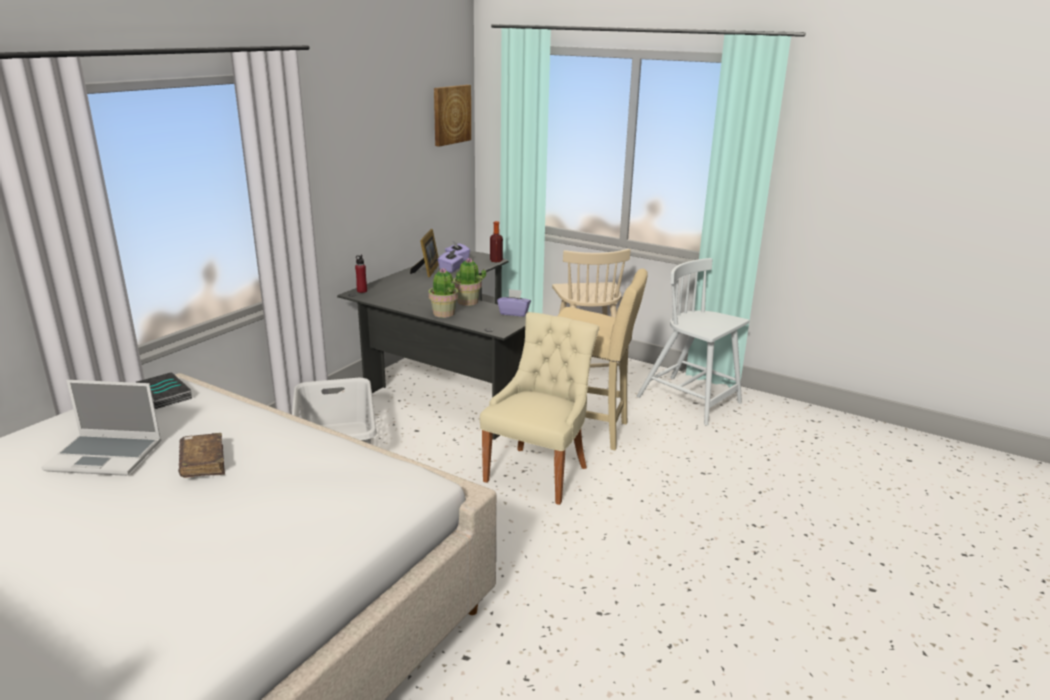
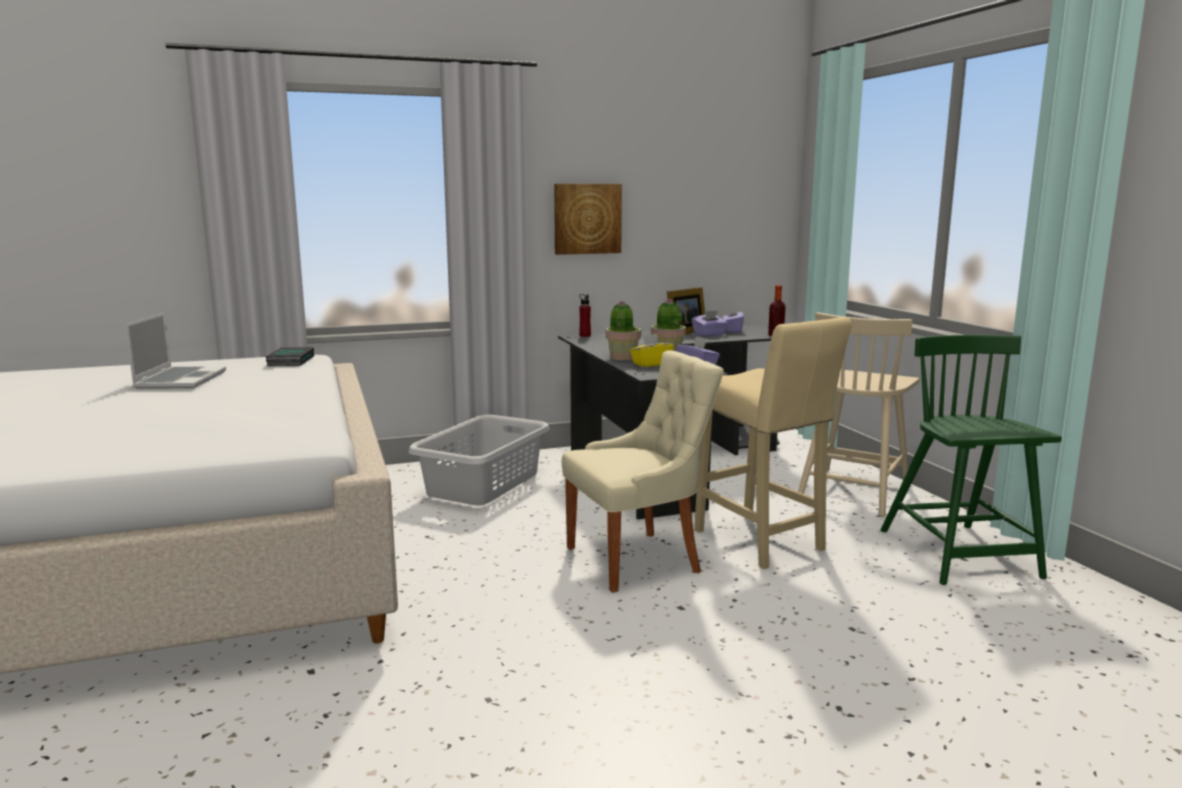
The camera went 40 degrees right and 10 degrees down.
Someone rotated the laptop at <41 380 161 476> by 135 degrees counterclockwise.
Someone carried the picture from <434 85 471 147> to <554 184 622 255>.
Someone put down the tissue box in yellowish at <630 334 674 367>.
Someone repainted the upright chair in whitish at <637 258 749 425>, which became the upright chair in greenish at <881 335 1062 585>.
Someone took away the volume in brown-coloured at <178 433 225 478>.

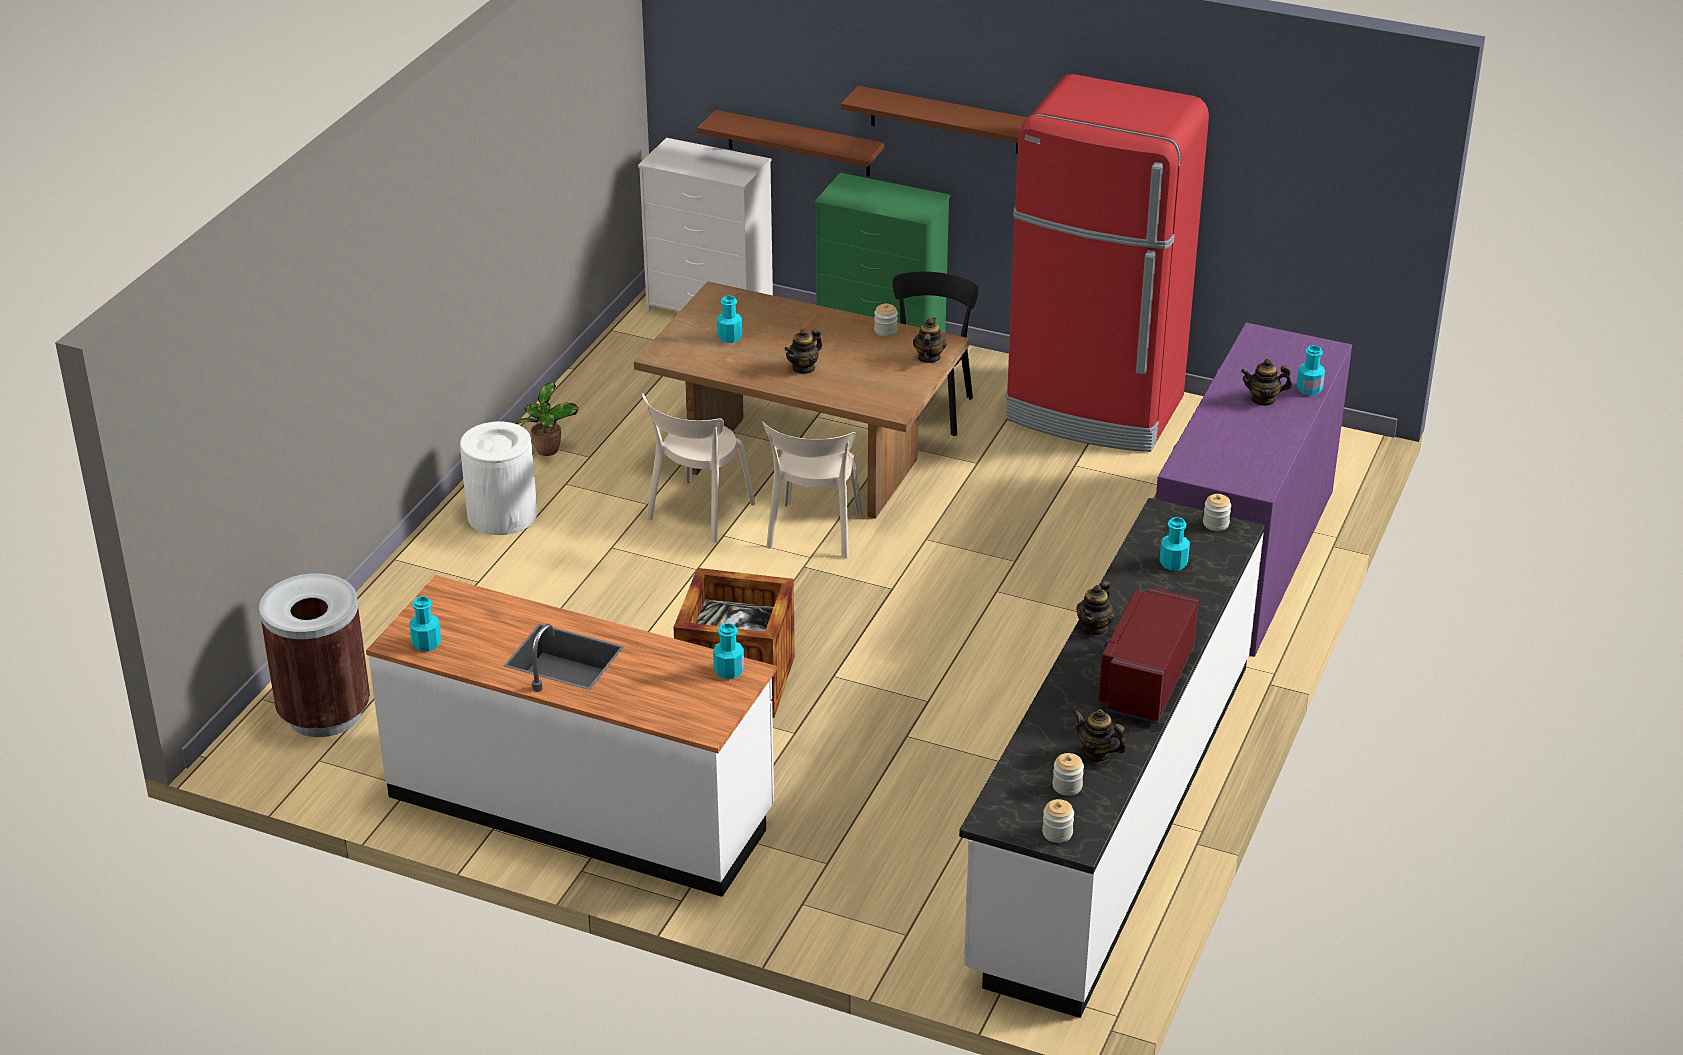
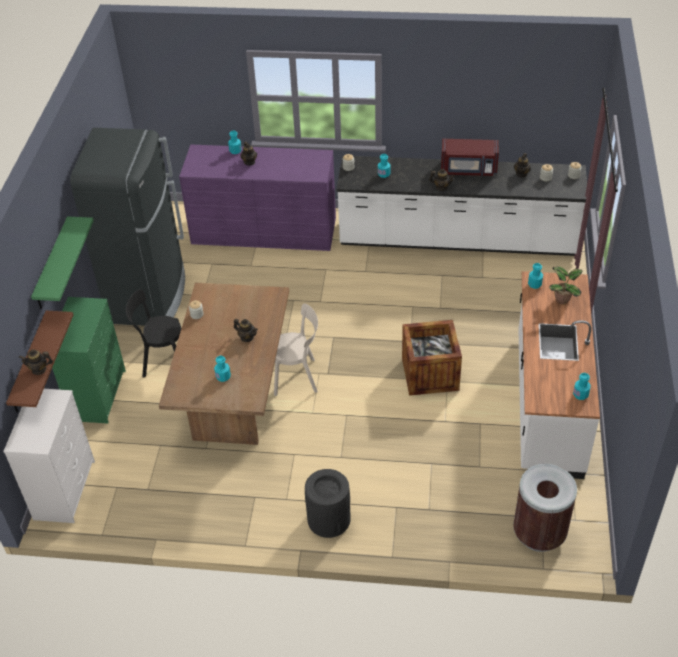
The camera went 105 degrees left and 10 degrees up.
Someone carried the pot for tea from <913 317 947 363> to <19 349 53 375>.
Someone repainted the wall shelf in brown-coloured at <841 86 1027 154>, which became the wall shelf in greenish at <31 216 94 309>.
Someone repainted the refrigerator in red-coloured at <1005 74 1209 452>, which became the refrigerator in black-coloured at <70 128 185 326>.
Someone repainted the rubbish bin in whitish at <460 421 537 535>, which became the rubbish bin in black-coloured at <305 469 351 538>.
Someone carried the houseplant from <512 382 579 456> to <549 266 583 304>.
Someone took away the upright chair in beige-coloured at <642 394 755 543>.

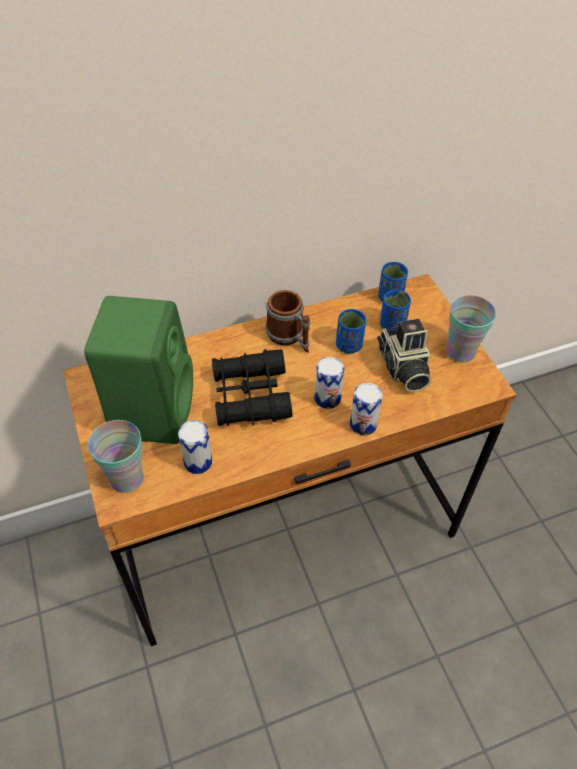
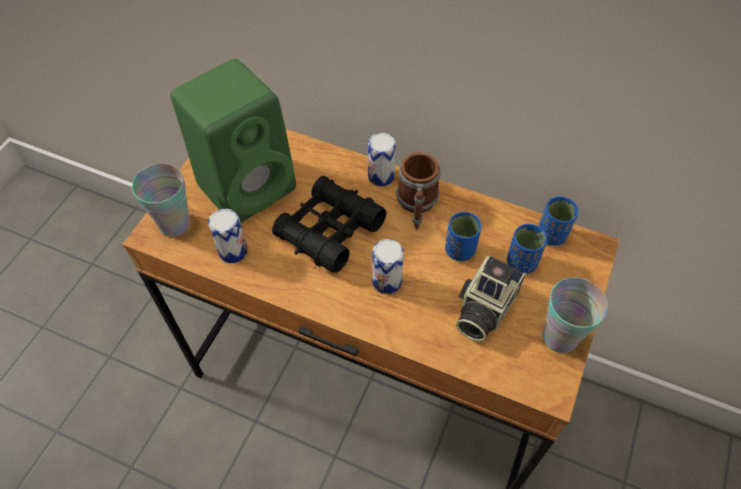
The camera went 45 degrees right and 5 degrees up.
Someone carried the sealed can from <350 383 383 435> to <368 133 396 187>.

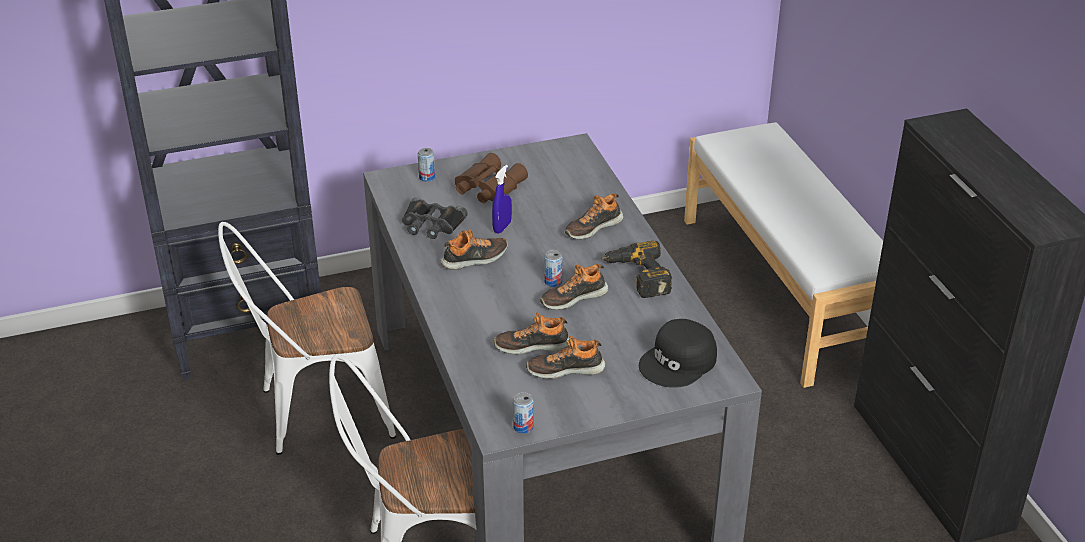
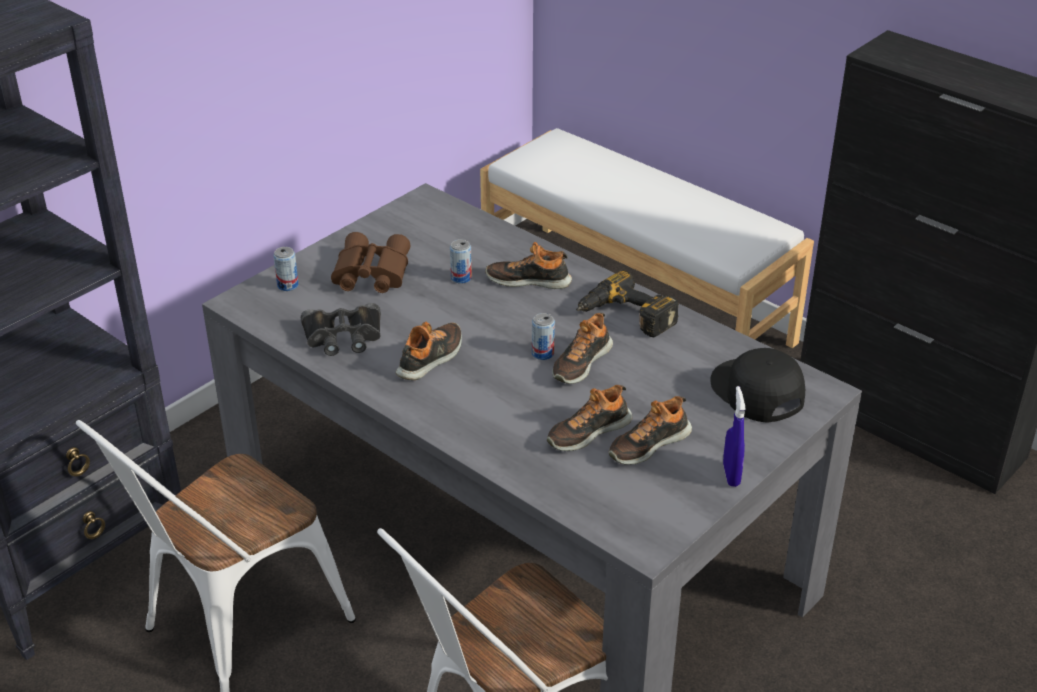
The camera went 30 degrees left and 0 degrees up.
Someone carried the sealed can from <513 392 534 434> to <450 239 472 284>.
Someone rotated the item of footwear at <565 193 624 239> by 75 degrees clockwise.
Someone rotated the baseball cap in black-coloured at <639 319 717 388> by 135 degrees clockwise.
Someone carried the spray bottle in bluish from <492 165 512 234> to <723 386 746 487>.

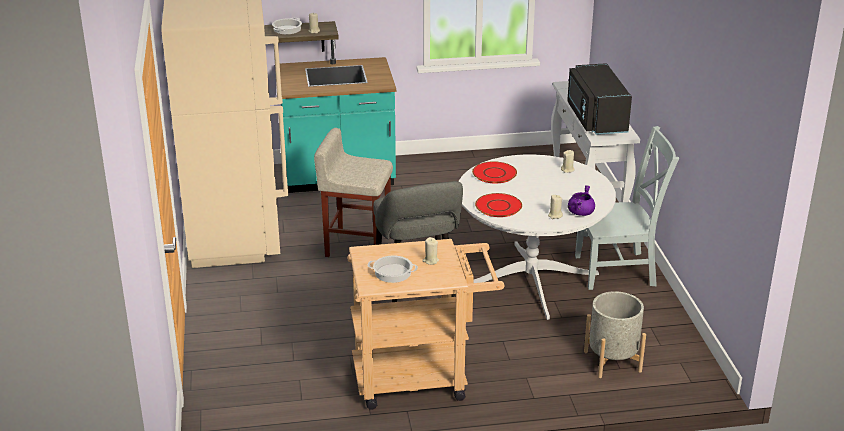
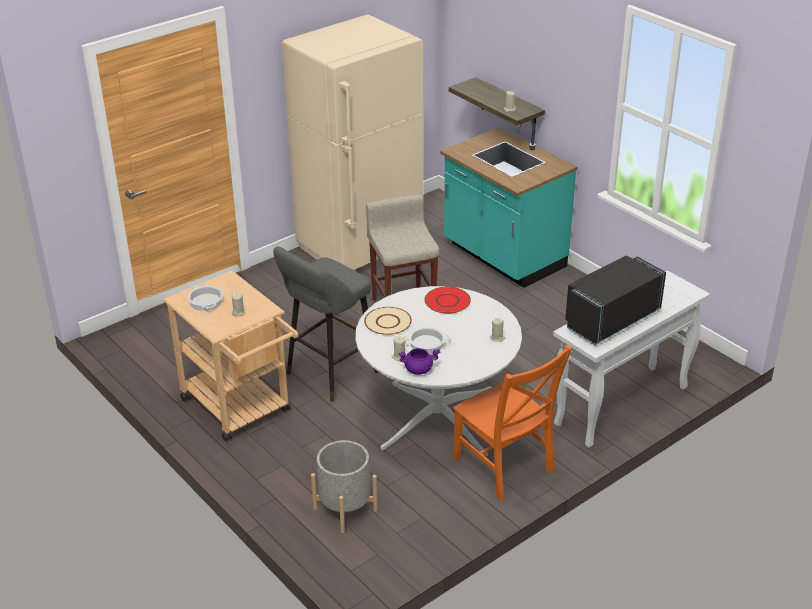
The camera went 60 degrees right and 5 degrees up.
Someone repainted the dinner plate in red-coloured at <475 193 522 217>, which became the dinner plate in beige-coloured at <364 307 412 335>.
Someone carried the cooking pot from <272 18 302 34> to <404 327 450 354>.
Someone repainted the upright chair in grey at <575 126 679 290>, which became the upright chair in orange-coloured at <453 345 573 501>.

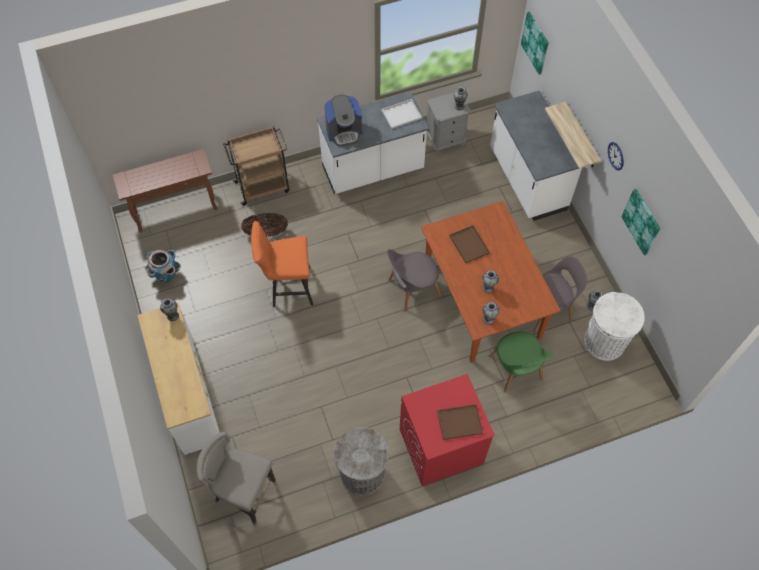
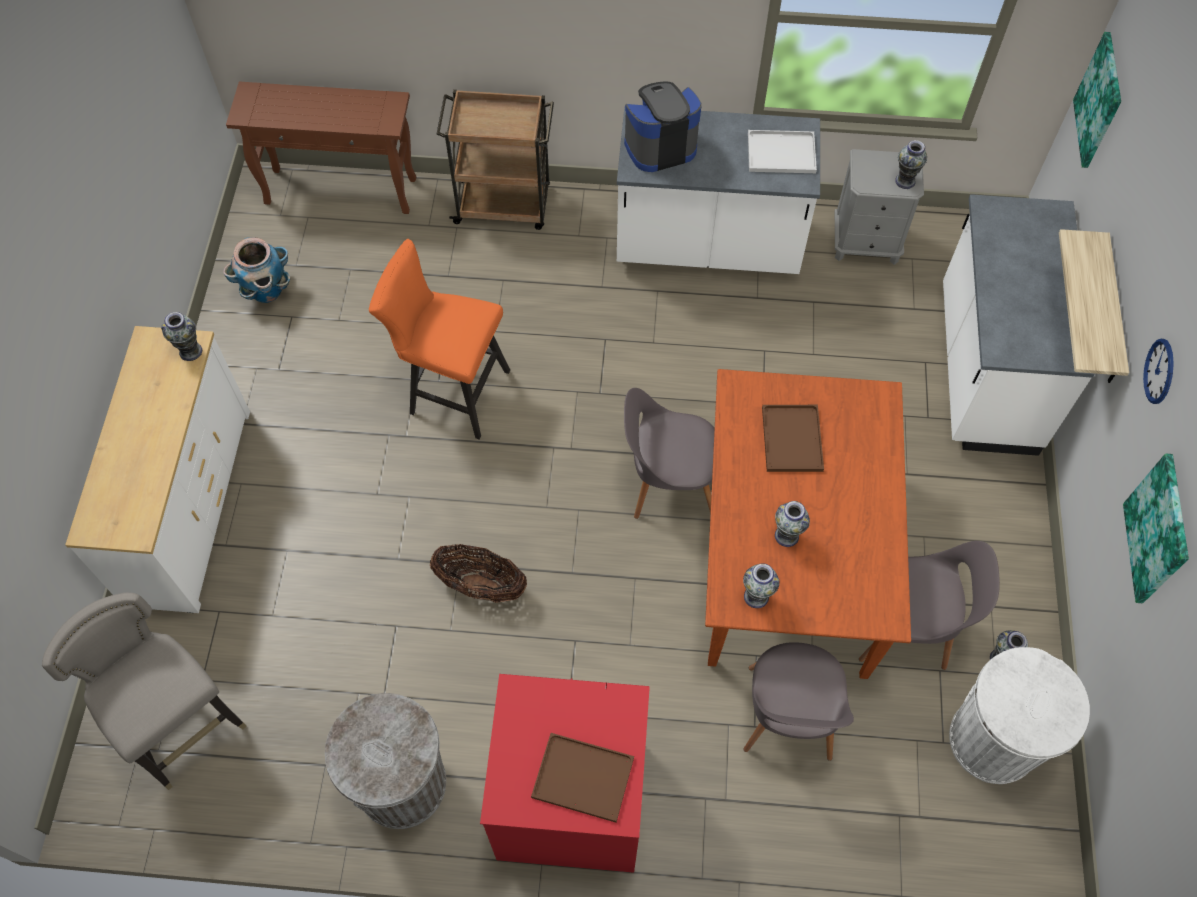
The camera went 25 degrees right and 0 degrees up.
Someone carried the household basket from <241 213 288 237> to <430 544 527 603>.
Someone rotated the coffee brewer at <324 95 362 146> by 150 degrees clockwise.
Someone repainted the upright chair in greenish at <489 331 553 393>, which became the upright chair in grey at <744 642 854 761>.

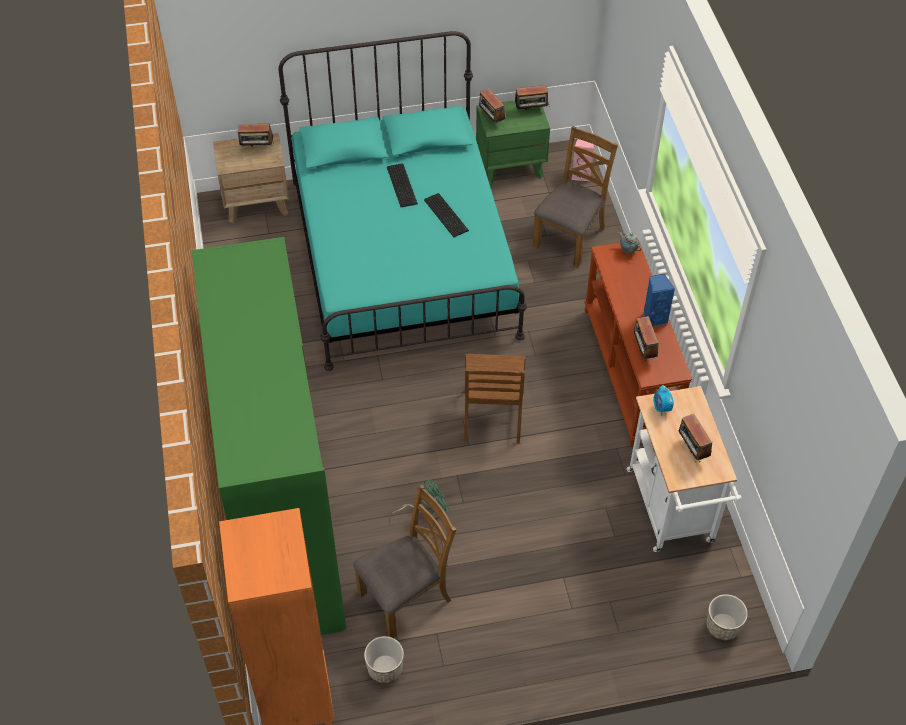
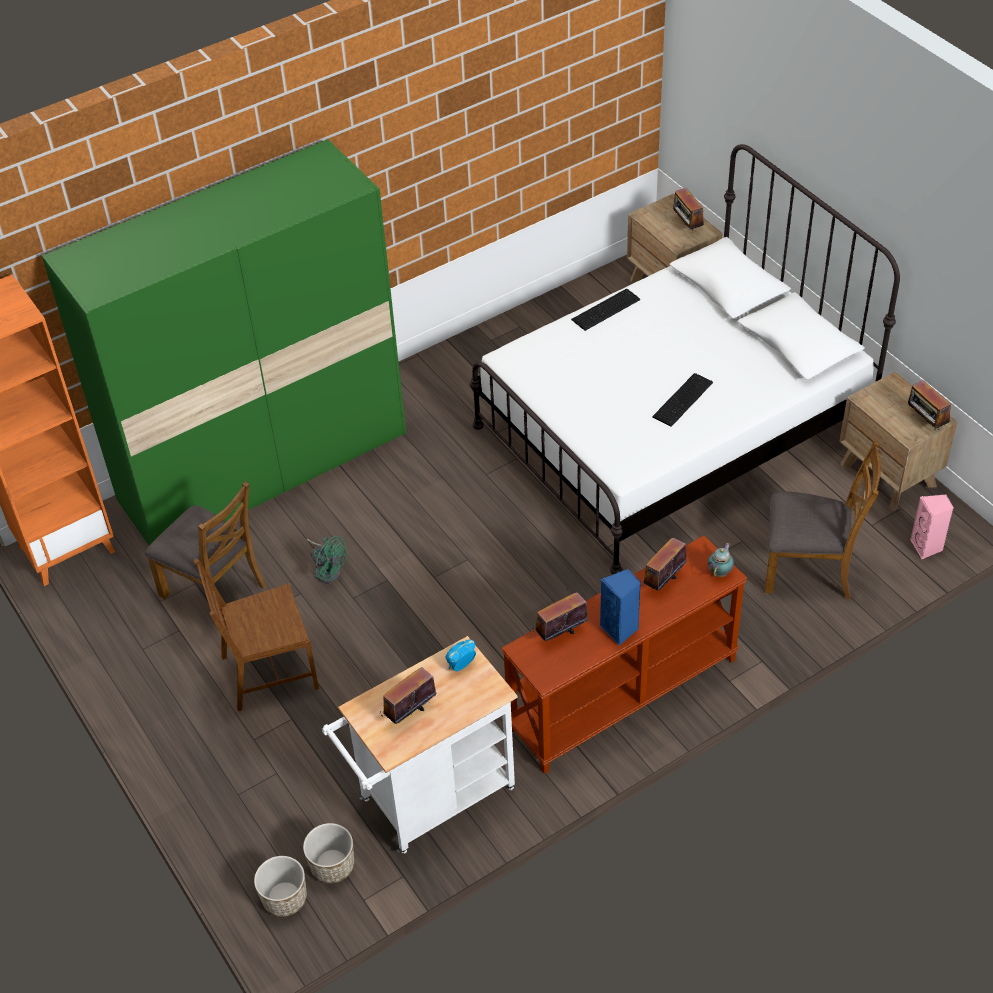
The camera went 70 degrees right and 5 degrees down.
Someone carried the upright chair in brown-coloured from <464 354 525 444> to <194 559 319 711>.
Someone carried the plant pot from <364 636 404 683> to <303 823 354 883>.
Someone repainted the sleeping bed in blue-green at <279 31 527 371>, which became the sleeping bed in whitish at <470 144 900 575>.
Someone carried the computer keyboard from <387 163 418 207> to <571 289 640 331>.
Someone carried the radio set from <479 88 506 124> to <640 537 687 590>.
Someone repainted the nightstand in greenish at <476 100 550 186>, which became the nightstand in brown-coloured at <839 372 957 511>.

